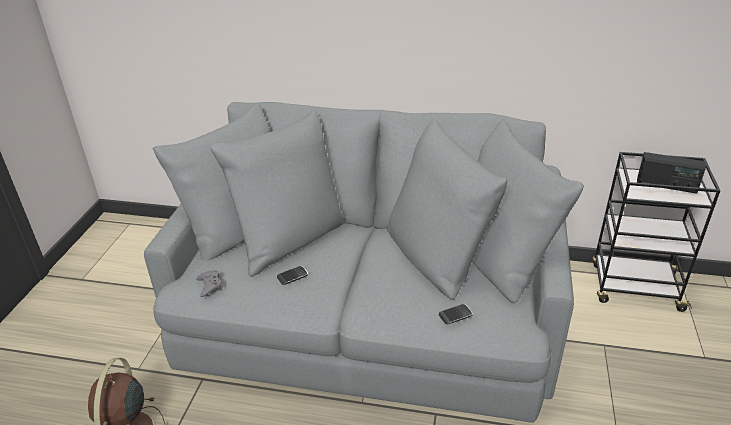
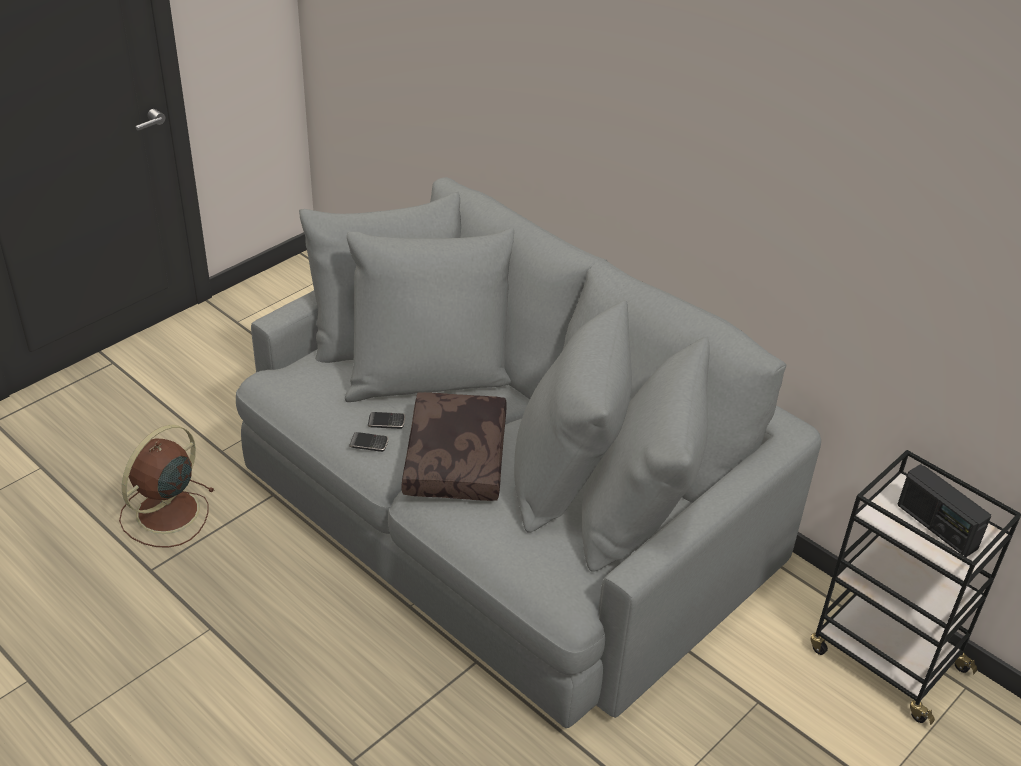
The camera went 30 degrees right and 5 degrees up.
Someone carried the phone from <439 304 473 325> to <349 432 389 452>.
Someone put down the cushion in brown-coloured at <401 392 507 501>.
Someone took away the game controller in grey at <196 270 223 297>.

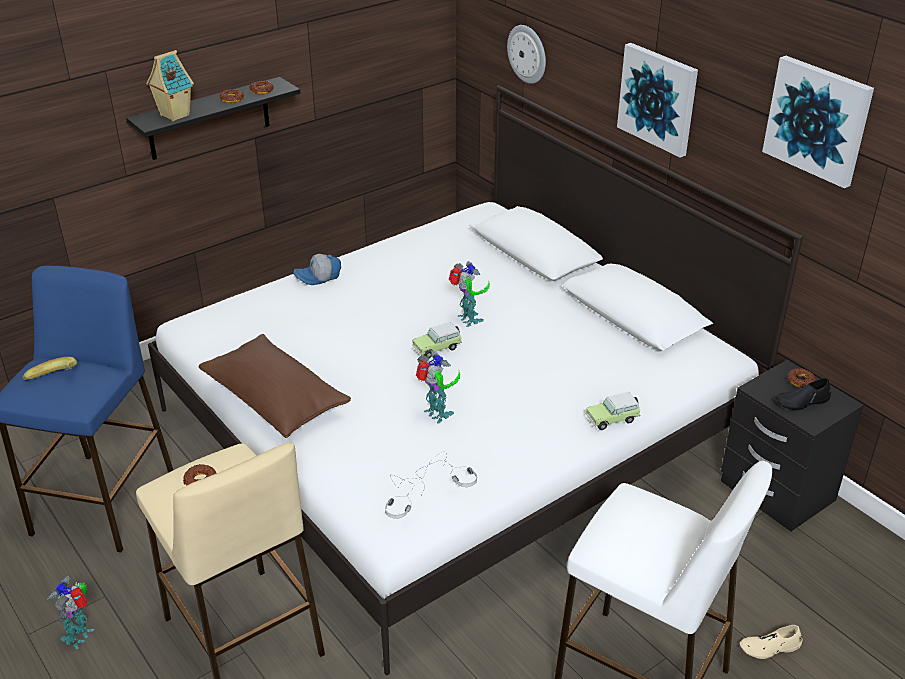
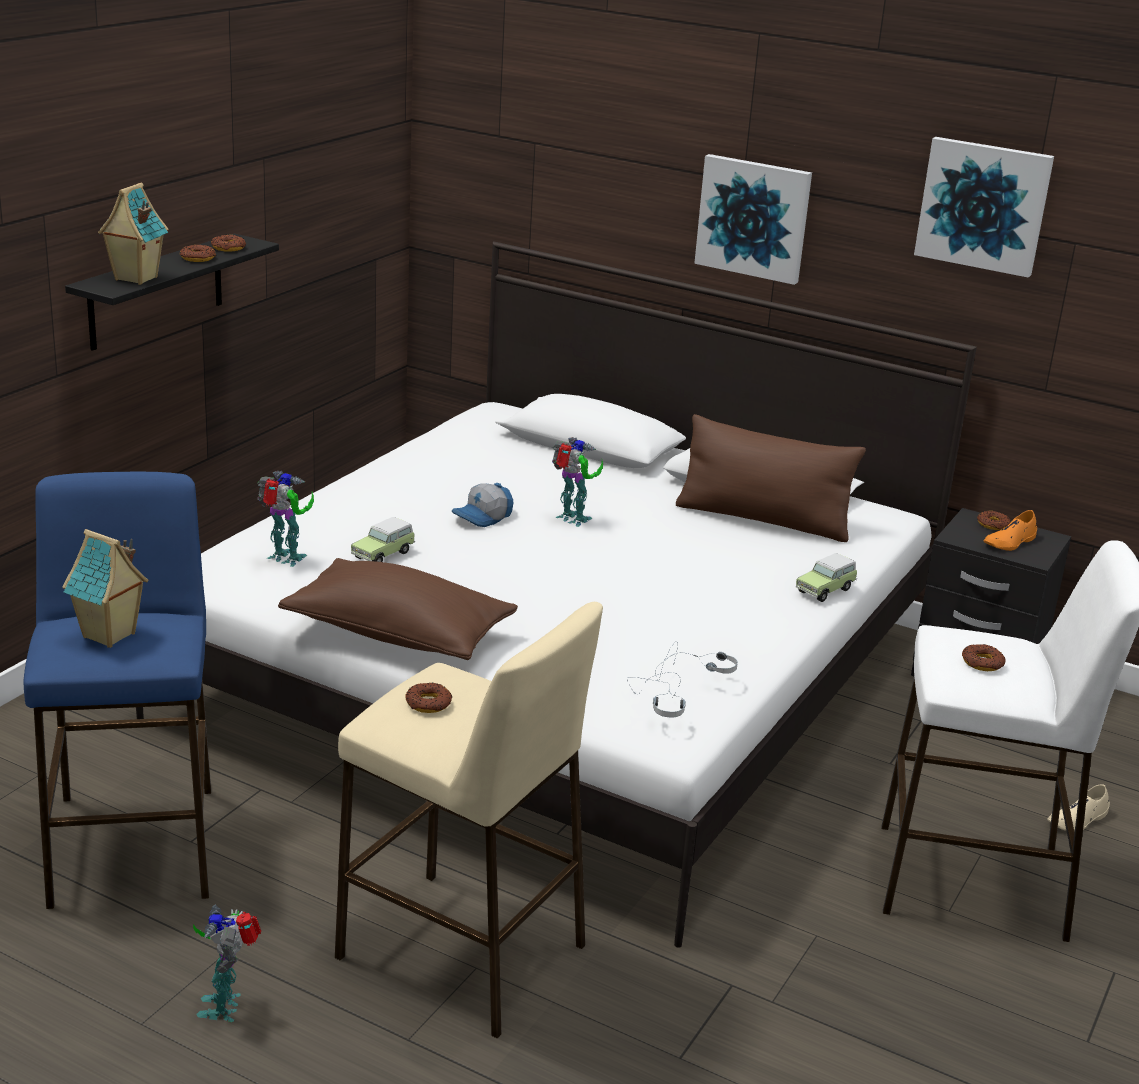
The camera went 25 degrees left and 10 degrees down.
Someone swapped the banana fruit at <23 357 77 380> for the toy house at <62 529 148 648>.
Someone carried the toy robot from <416 351 460 424> to <257 471 314 567>.
Someone carried the toy car from <412 322 462 358> to <351 517 415 562>.
Someone carried the baseball cap from <293 254 341 285> to <452 483 514 527>.
Someone put down the cushion in brown-coloured at <676 414 866 542>.
Someone put down the doughnut at <962 644 1006 671>.
Someone repainted the item of footwear in black-coloured at <775 378 832 410>, which became the item of footwear in orange-coloured at <983 510 1037 551>.
Someone took away the hanging clock at <507 25 546 84>.

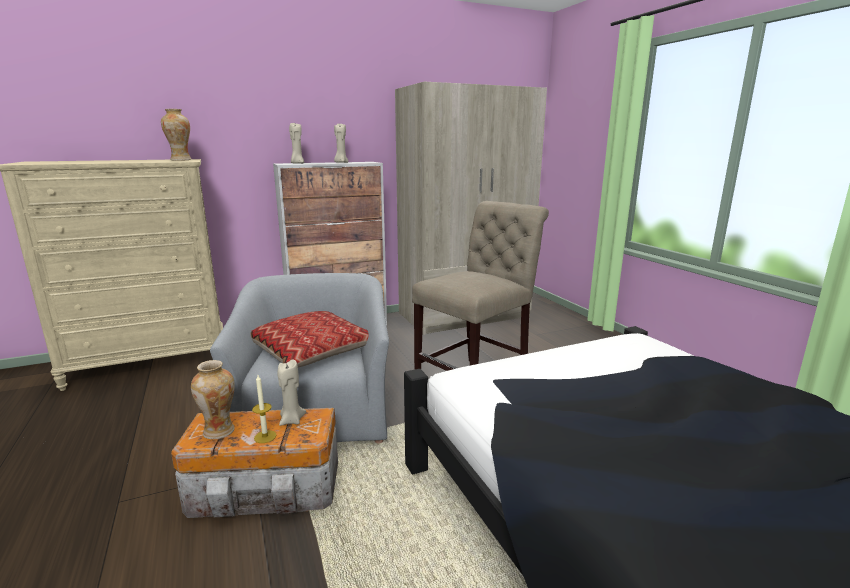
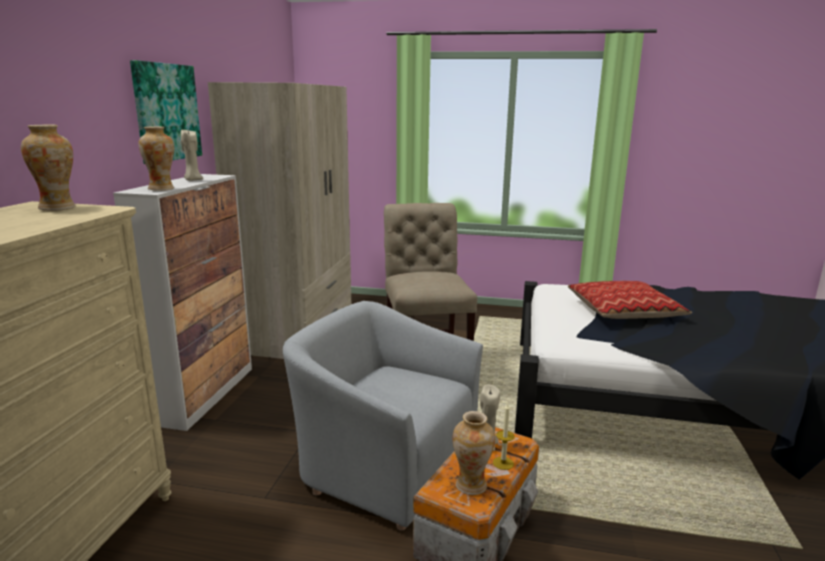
The camera went 55 degrees left and 0 degrees up.
Someone put up the picture at <130 60 202 164>.
Someone swapped the wax candle in beige-coloured at <289 123 304 164> for the vase at <139 126 174 191>.
Someone carried the cushion from <251 311 369 368> to <568 281 692 319>.

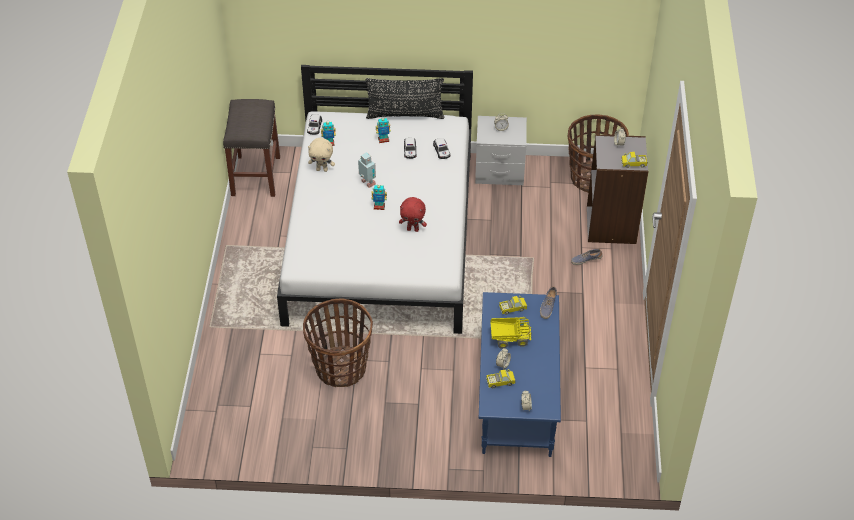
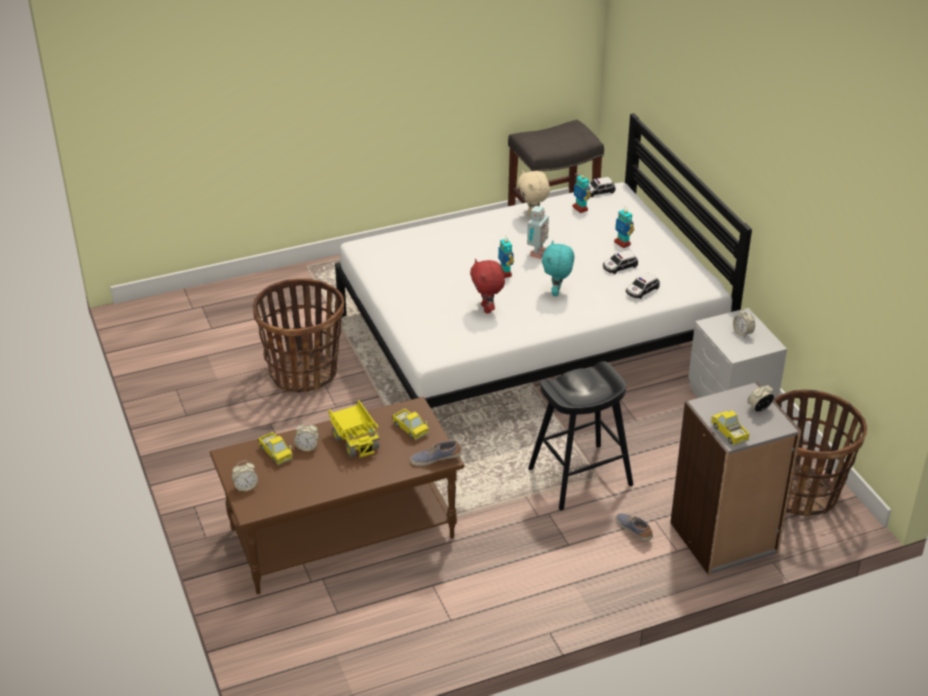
The camera went 65 degrees right and 10 degrees down.
Someone repainted the coffee table in bluish at <479 292 561 457>, which became the coffee table in brown-coloured at <210 397 464 594>.
Someone put down the sitting stool in black-coloured at <528 361 633 510>.
Someone put down the cuddly toy in blue-green at <542 241 574 296>.
Someone took away the cushion in black-coloured at <366 78 444 119>.

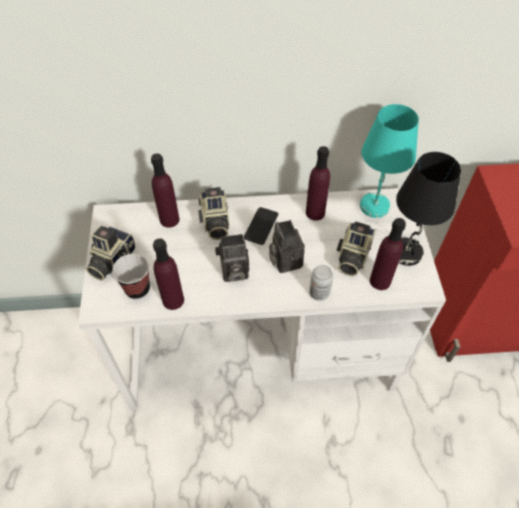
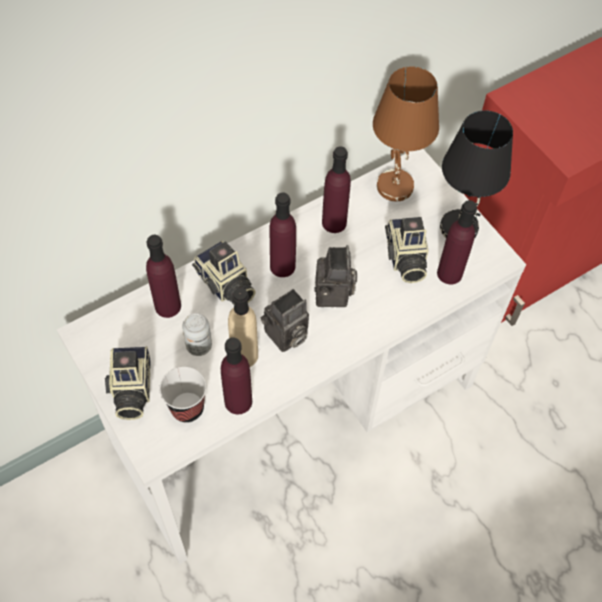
The camera went 30 degrees left and 5 degrees up.
Someone carried the sealed can from <309 265 333 301> to <182 313 212 356>.
Someone put down the drink bottle in beige-coloured at <228 288 258 367>.
Someone swapped the phone at <243 207 278 245> for the drink bottle in purple-coloured at <270 192 296 277>.
Someone rotated the still camera at <269 220 305 273> by 135 degrees counterclockwise.
Someone repainted the table lamp in blue-green at <360 104 419 218>, which became the table lamp in brown-coloured at <373 66 439 202>.

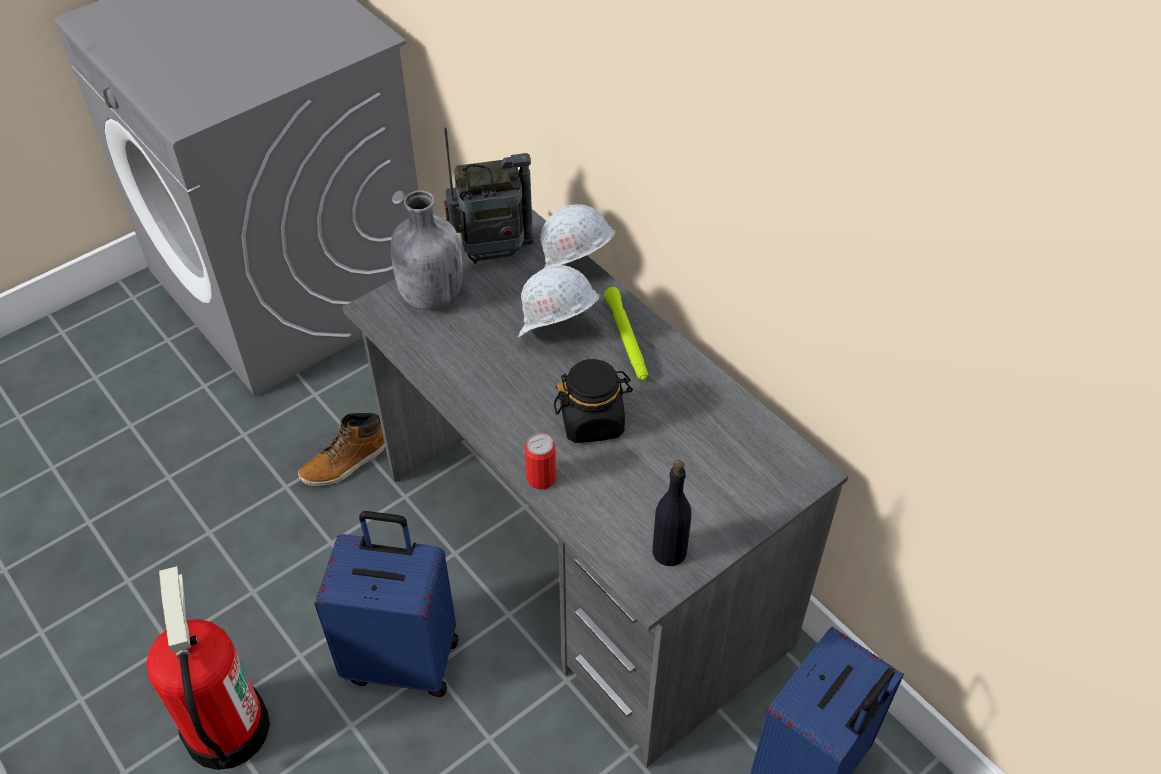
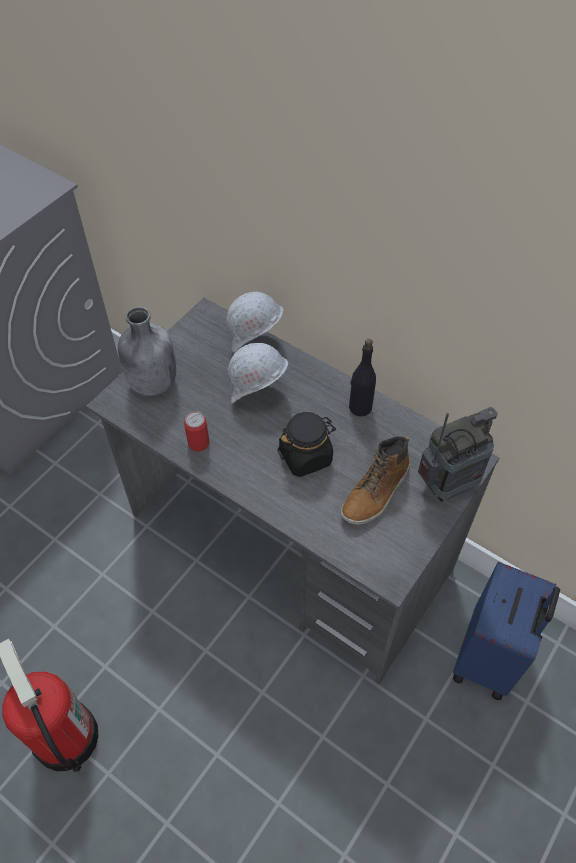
The camera went 15 degrees left and 5 degrees up.
Someone carried the sealed can from <525 433 556 489> to <184 411 210 452>.
Someone carried the boot from <298 413 386 486> to <341 436 410 525>.
Someone carried the drink bottle in black-coloured from <653 459 691 566> to <349 339 376 417>.
Someone carried the radio set from <444 127 534 264> to <418 407 498 502>.
Someone took away the suitcase in bluish at <315 511 459 697>.
Someone took away the hand torch in greenish at <604 287 648 380>.

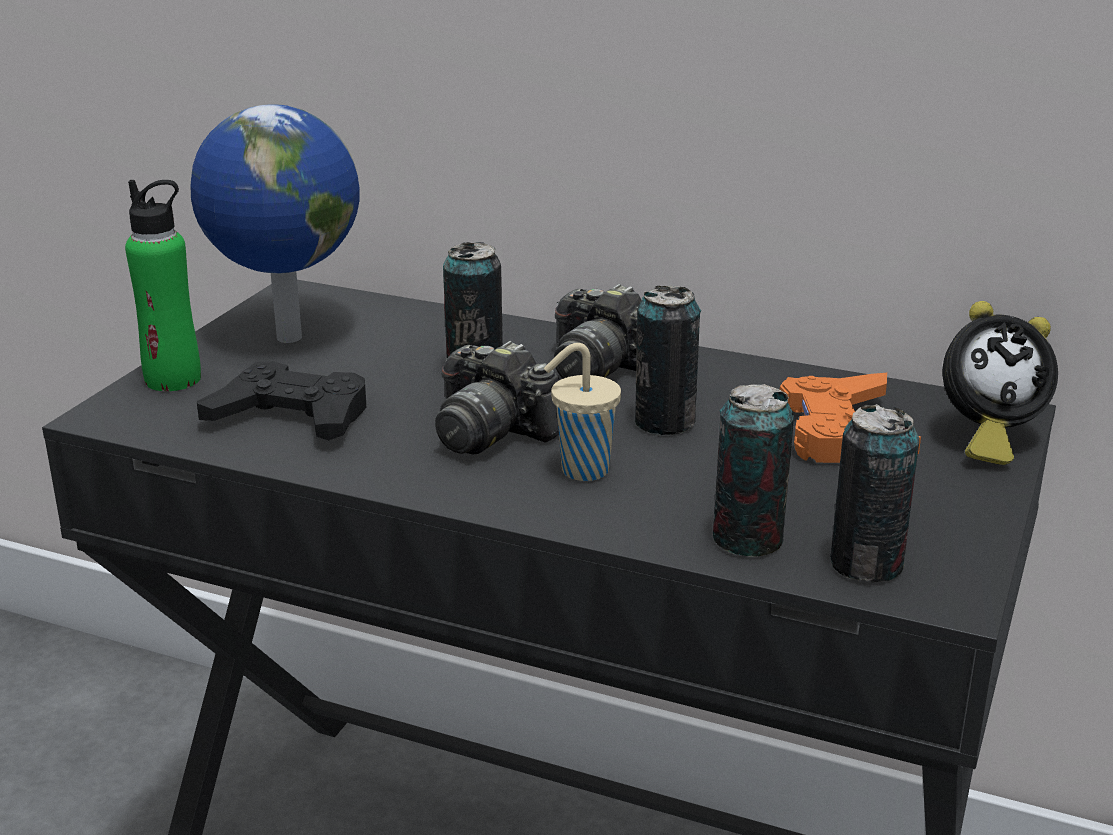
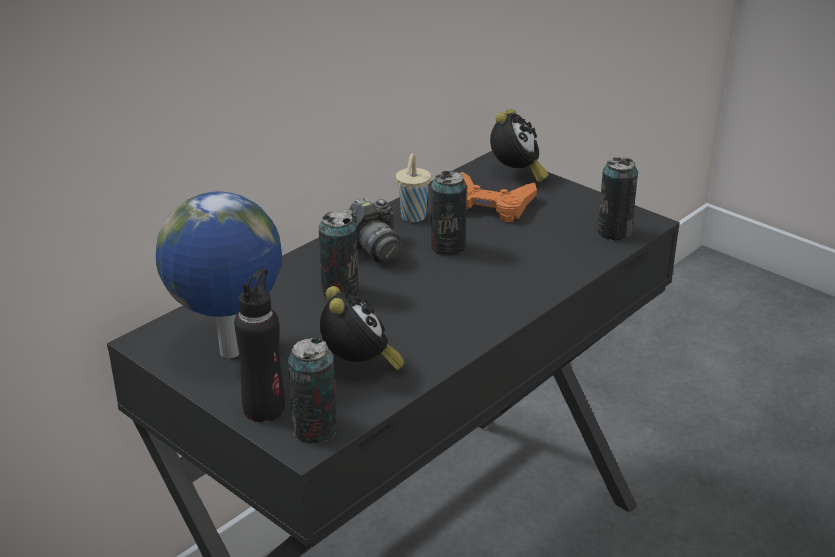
The camera went 70 degrees left and 5 degrees up.
Someone repainted the drink bottle in greenish at <125 180 201 391>, which became the drink bottle in black-coloured at <234 268 285 422>.
Someone carried the sealed can from <713 384 794 557> to <288 338 337 443>.
Someone swapped the game controller in black-coloured at <197 361 366 440> for the table clock at <320 286 405 370>.
Someone carried the cup in beige-coloured from <544 343 621 481> to <396 153 431 222>.
Someone took away the still camera at <435 341 560 455>.

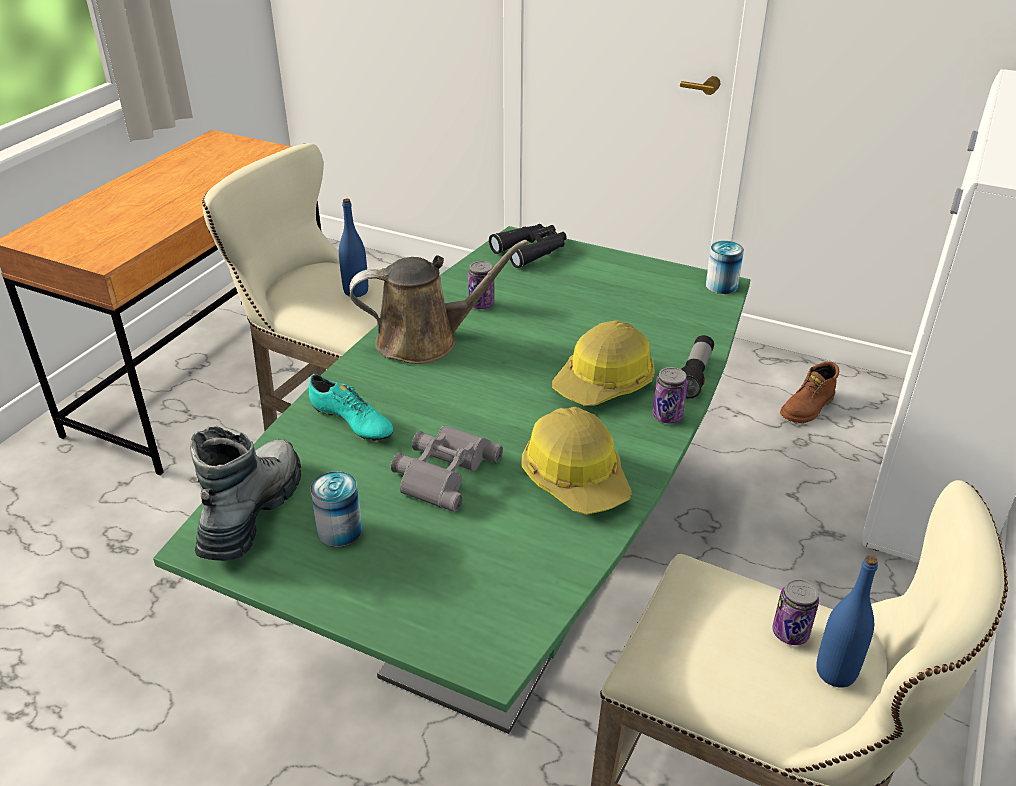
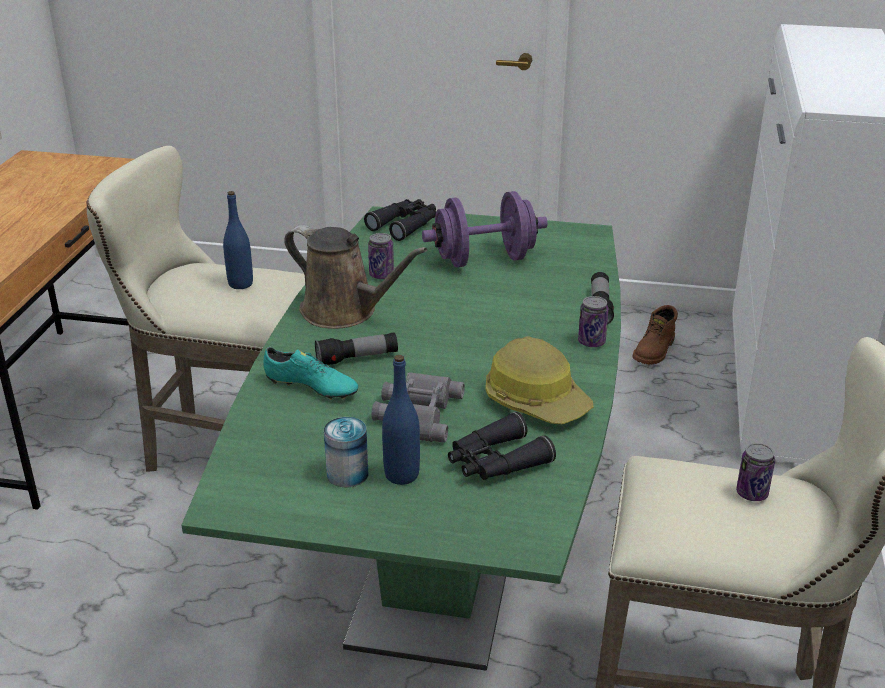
The camera went 15 degrees left and 5 degrees down.
Someone rotated the watering pot in brown-coloured at <349 240 528 364> by 60 degrees clockwise.
Someone put down the hand torch at <315 332 398 365>.
Someone carried the drink bottle in bluish from <816 555 878 688> to <382 355 420 485>.
Someone put down the free weight in purple-coloured at <422 191 547 267>.
Someone put down the binoculars in black-coloured at <448 412 556 480>.
Someone took away the boot at <190 426 301 561>.
Someone took away the safety helmet at <552 320 655 406>.
Someone took away the sealed can at <706 241 744 294>.

